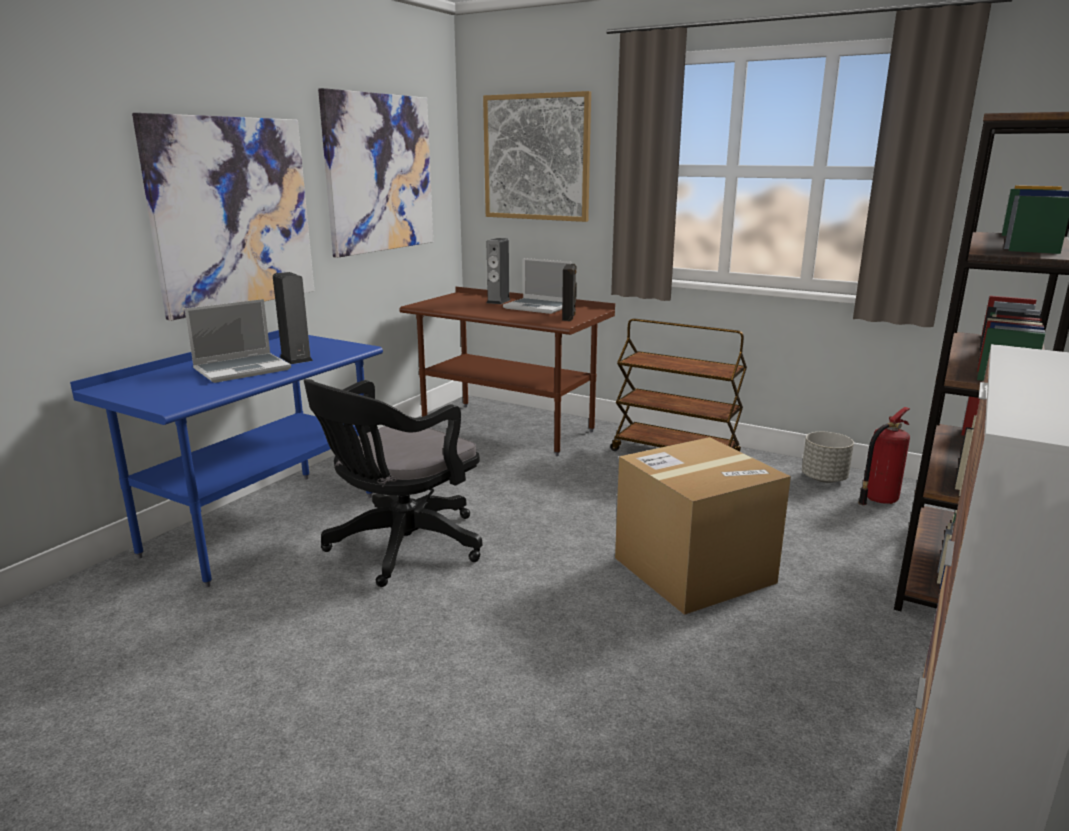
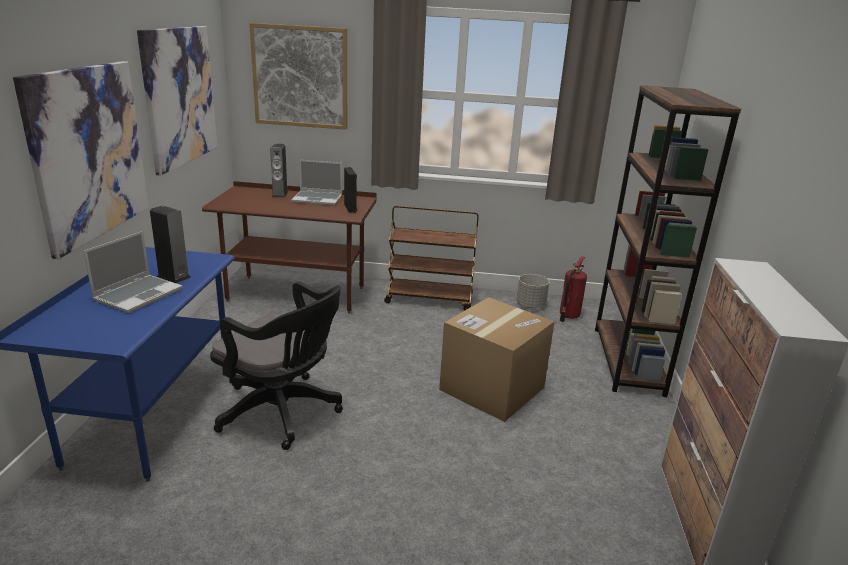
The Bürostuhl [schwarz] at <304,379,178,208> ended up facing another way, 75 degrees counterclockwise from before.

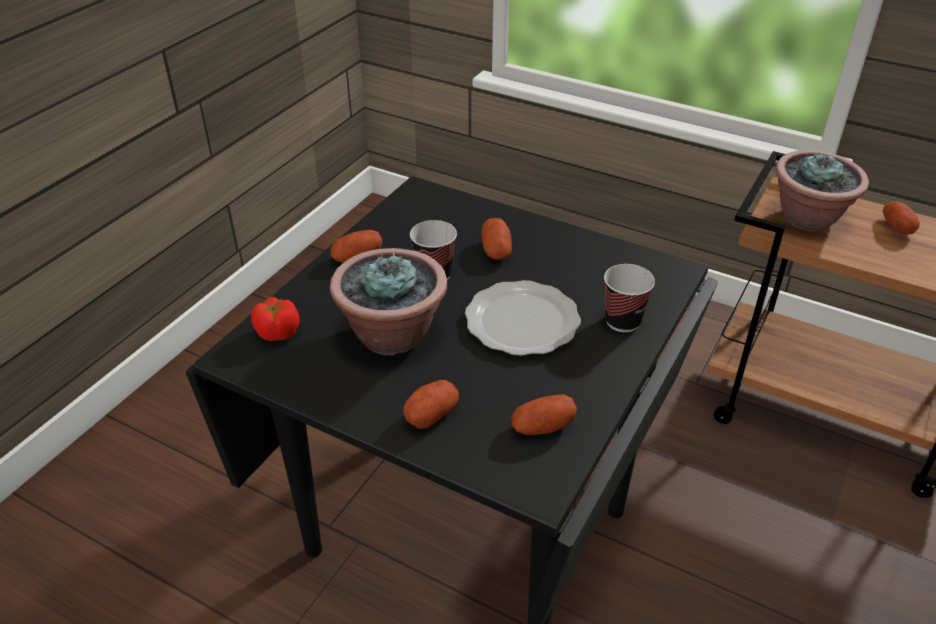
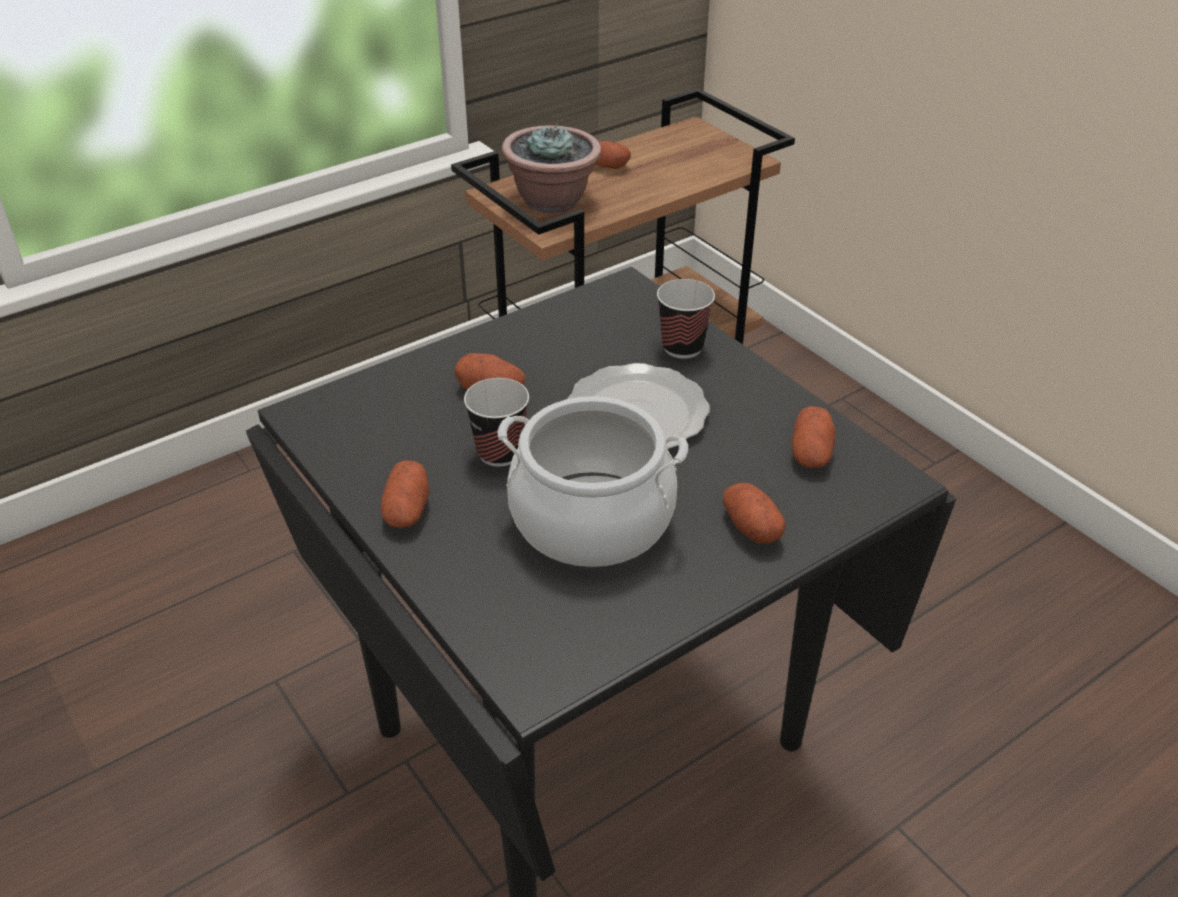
The second view lost the Tomate at <251,296,49,45>. Where the Topfpflanze stood at <330,248,117,107>, the Kochtopf came to stand at <497,396,191,171>.

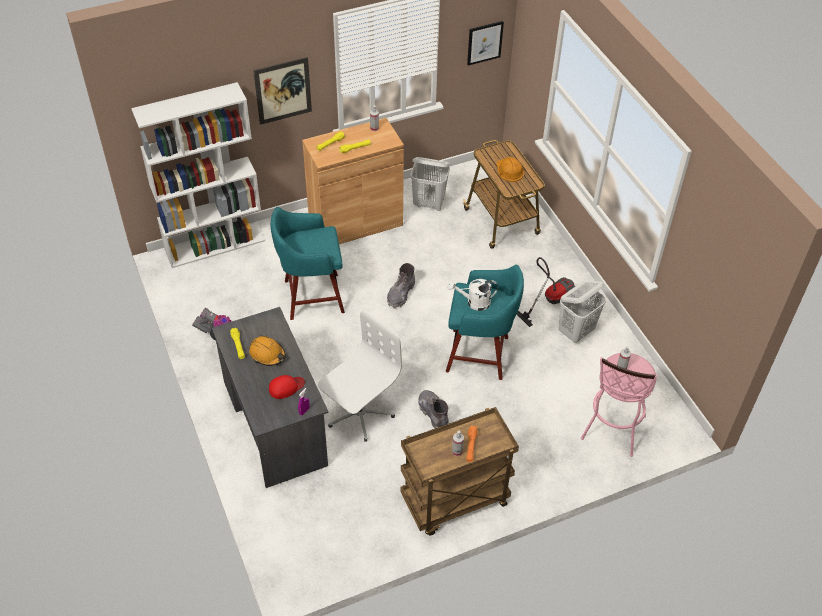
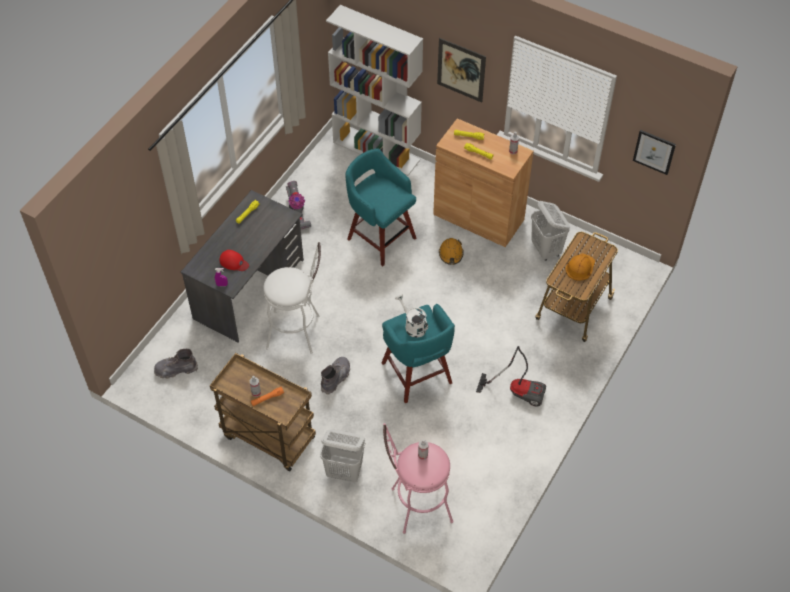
The Schutzhelm [orange] ended up elsewhere, having gone from <249,335,37,31> to <439,238,25,27>. Where the Bürostuhl [weiß] stood at <318,310,84,132>, the Hocker [weiß] came to stand at <263,241,58,113>. The Stiefel [grau] ended up elsewhere, having gone from <387,263,28,45> to <154,349,44,30>. The Wäschekorb [weiß] ended up elsewhere, having gone from <559,280,47,63> to <320,429,45,53>.

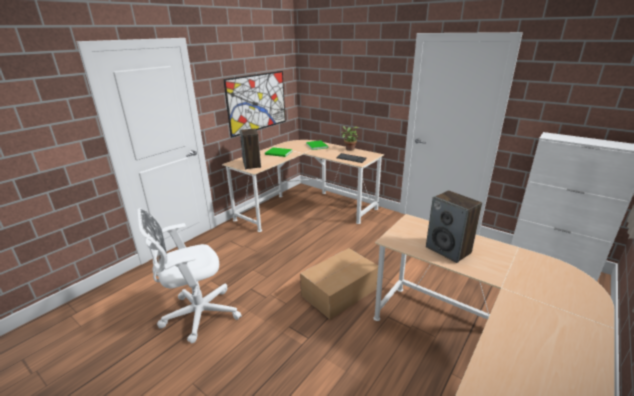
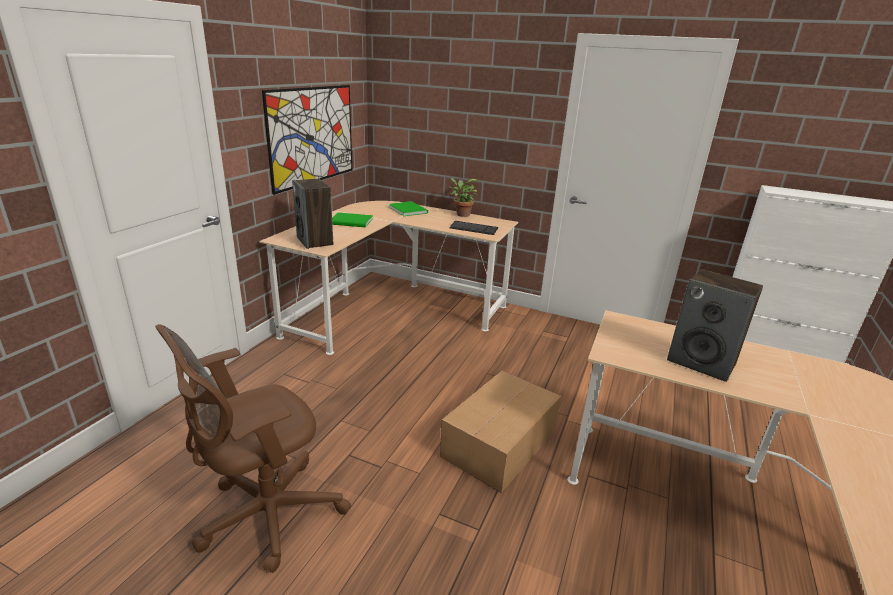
What was the Bürostuhl [weiß] at <138,208,104,135> turned into the Bürostuhl [braun] at <155,324,196,249>.

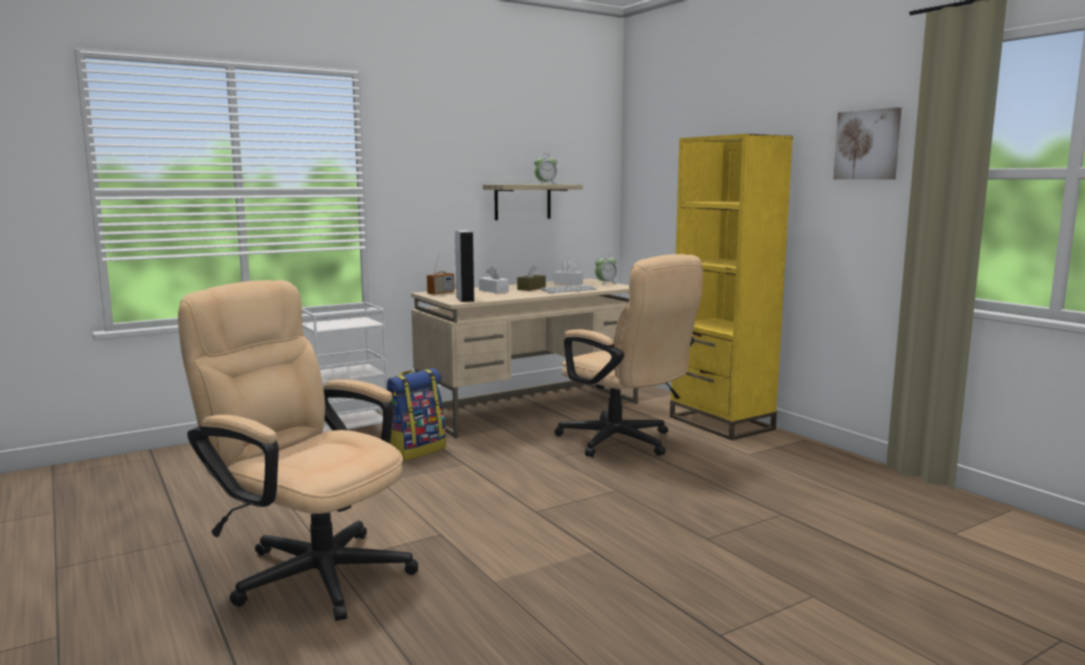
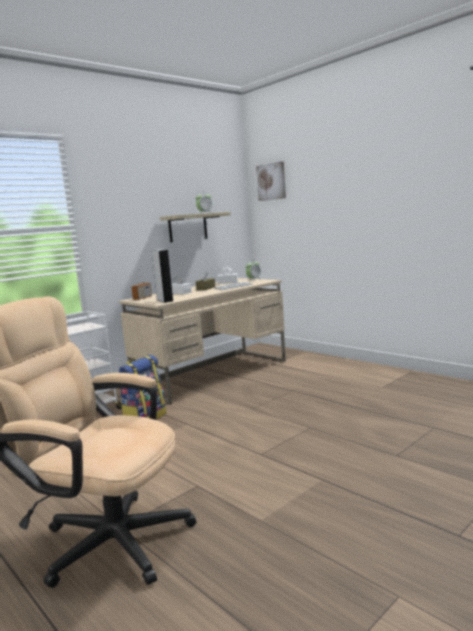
The second view lost the Bürostuhl [beige] at <554,254,149,203>. The second view lost the Bücherregal [gelb] at <670,134,123,306>. The Bild ended up elsewhere, having gone from <833,107,69,73> to <256,161,30,40>.

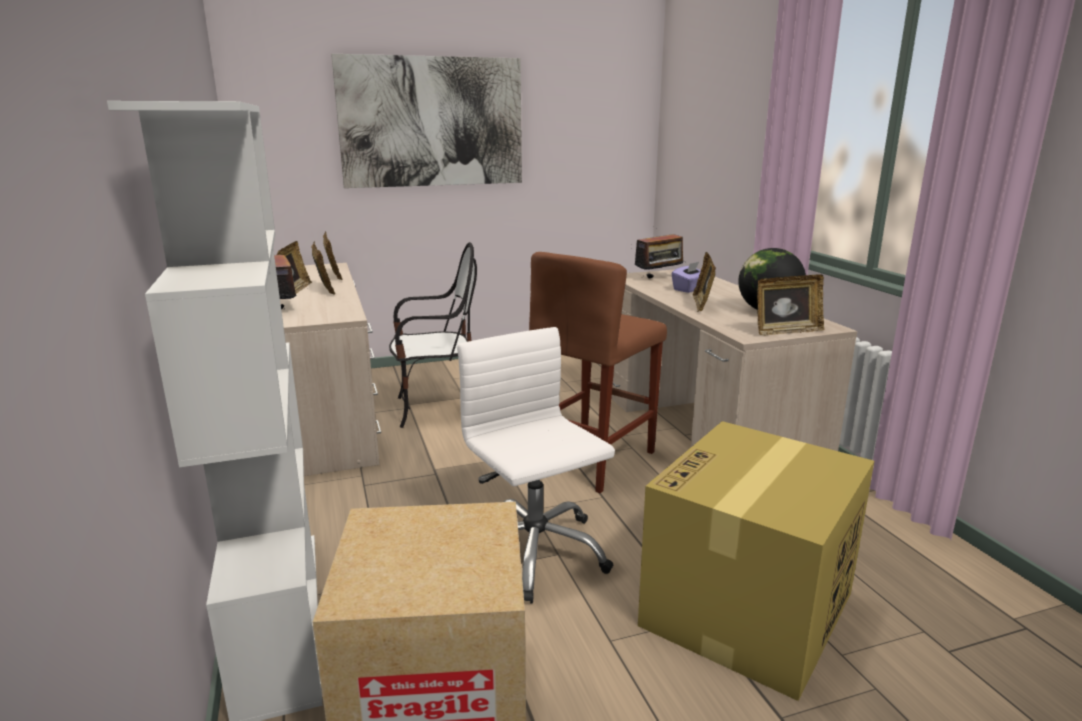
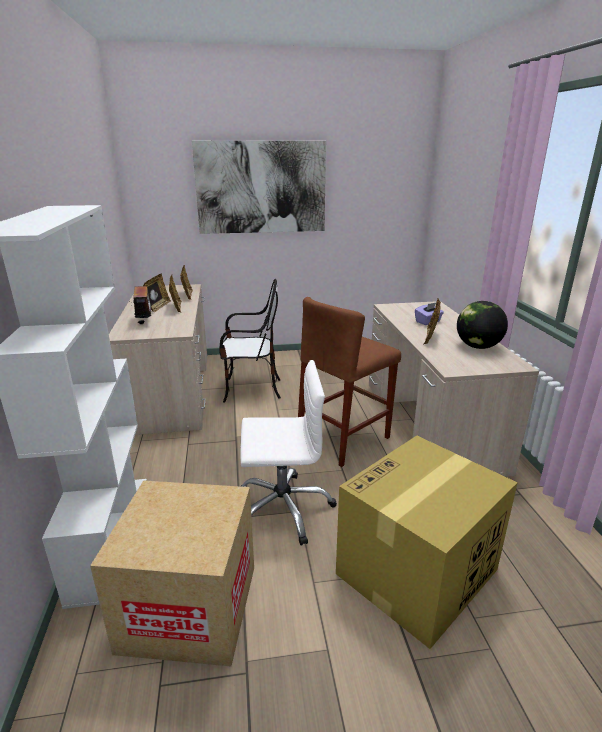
The Bürostuhl [weiß] at <457,327,158,276> ended up facing another way, 105 degrees clockwise from before. The second view lost the Radio at <635,227,48,51>. The second view lost the Bilderrahmen at <757,274,67,61>.

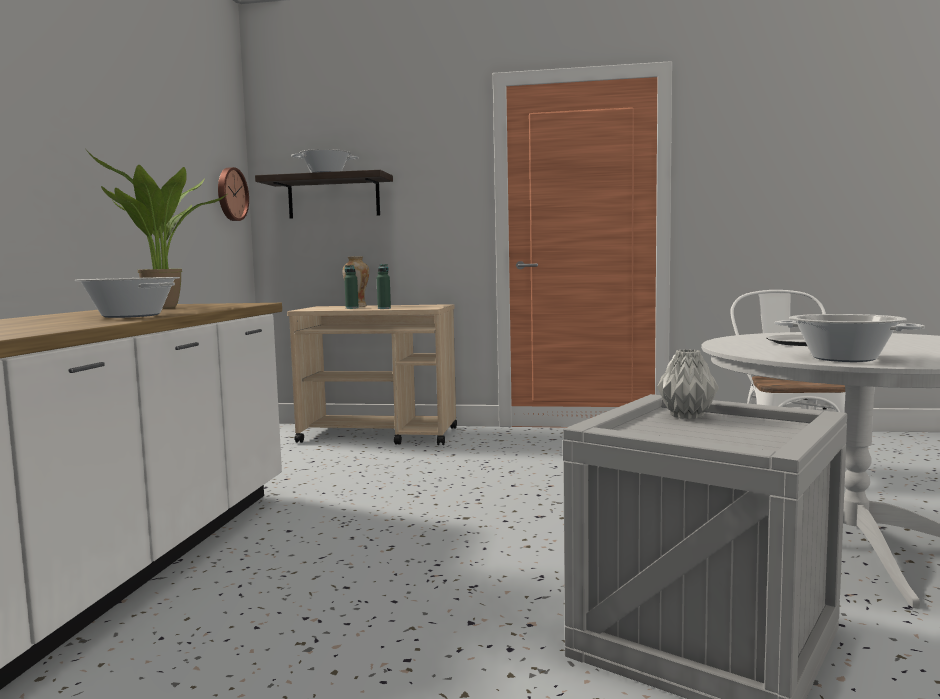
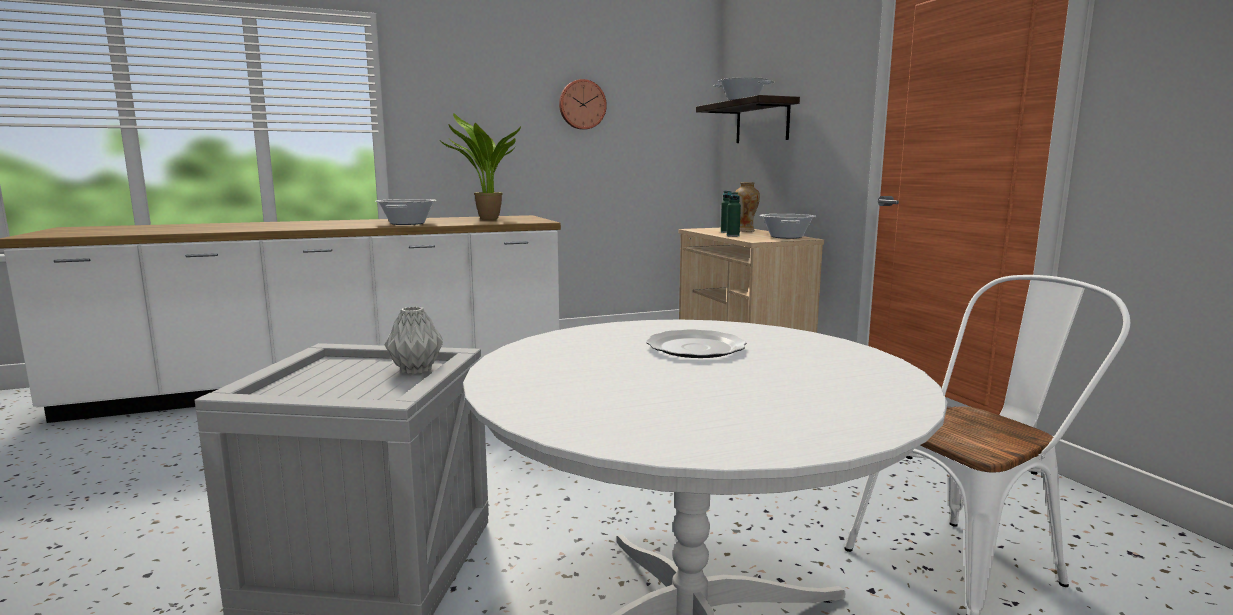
The Wanduhr ended up elsewhere, having gone from <218,167,31,54> to <559,79,48,51>. The Kochtopf ended up elsewhere, having gone from <775,314,150,48> to <760,214,56,25>.

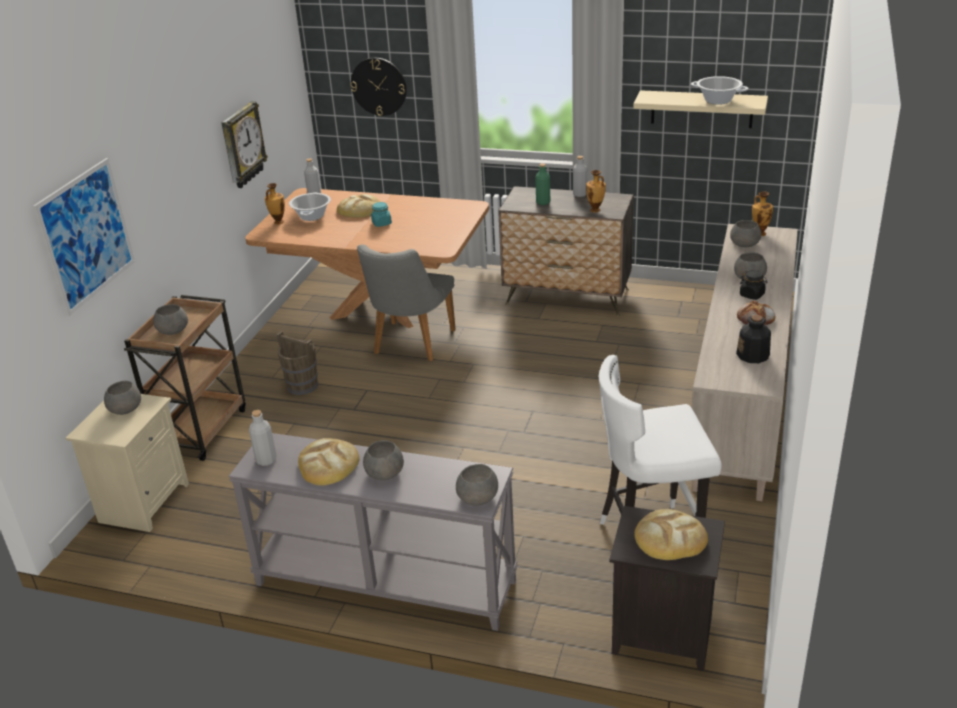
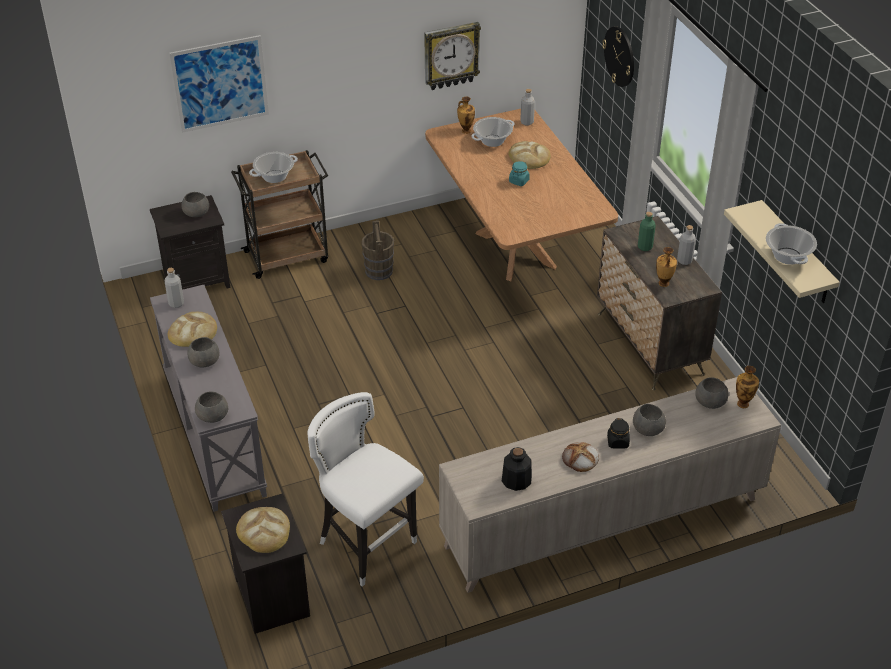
What was the Nachttisch [beige] at <65,394,124,138> turned into the Nachttisch [schwarz] at <150,195,80,95>. Where the Schüssel [grau] stood at <153,304,35,31>, the Kochtopf came to stand at <249,152,49,31>. The second view lost the Stuhl [grau] at <357,244,99,117>.

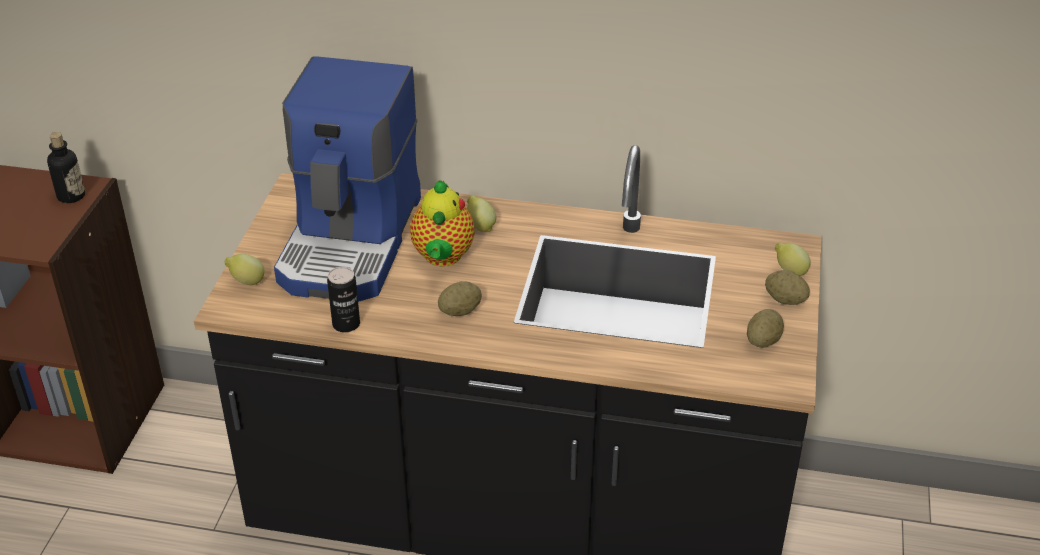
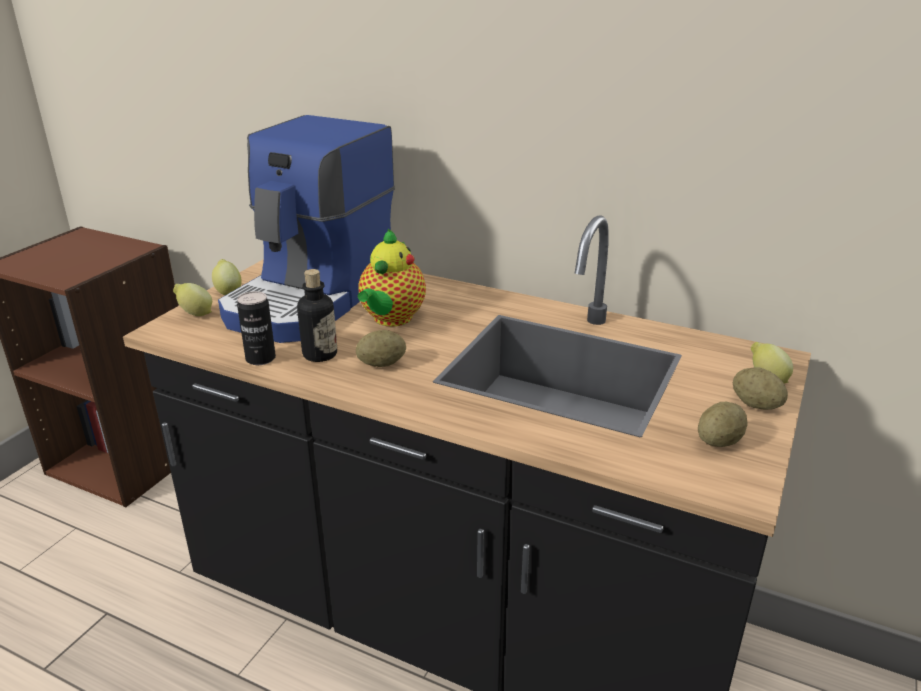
The Flasche ended up elsewhere, having gone from <47,132,38,71> to <297,269,40,93>. The Zitrone ended up elsewhere, having gone from <467,195,29,37> to <212,259,30,36>.

